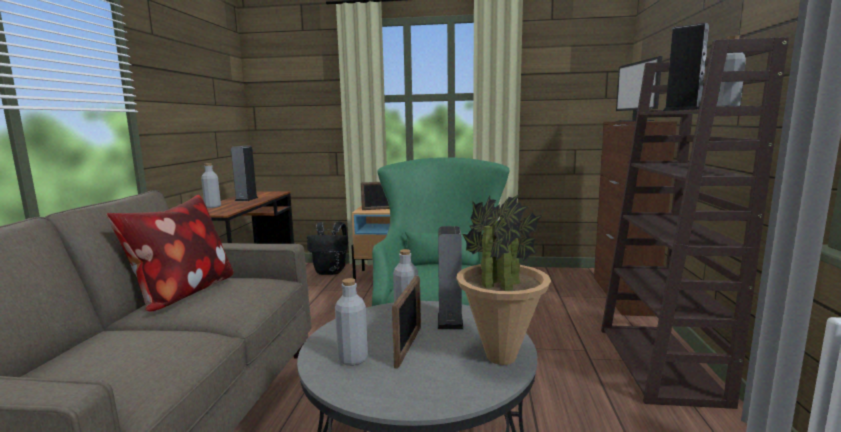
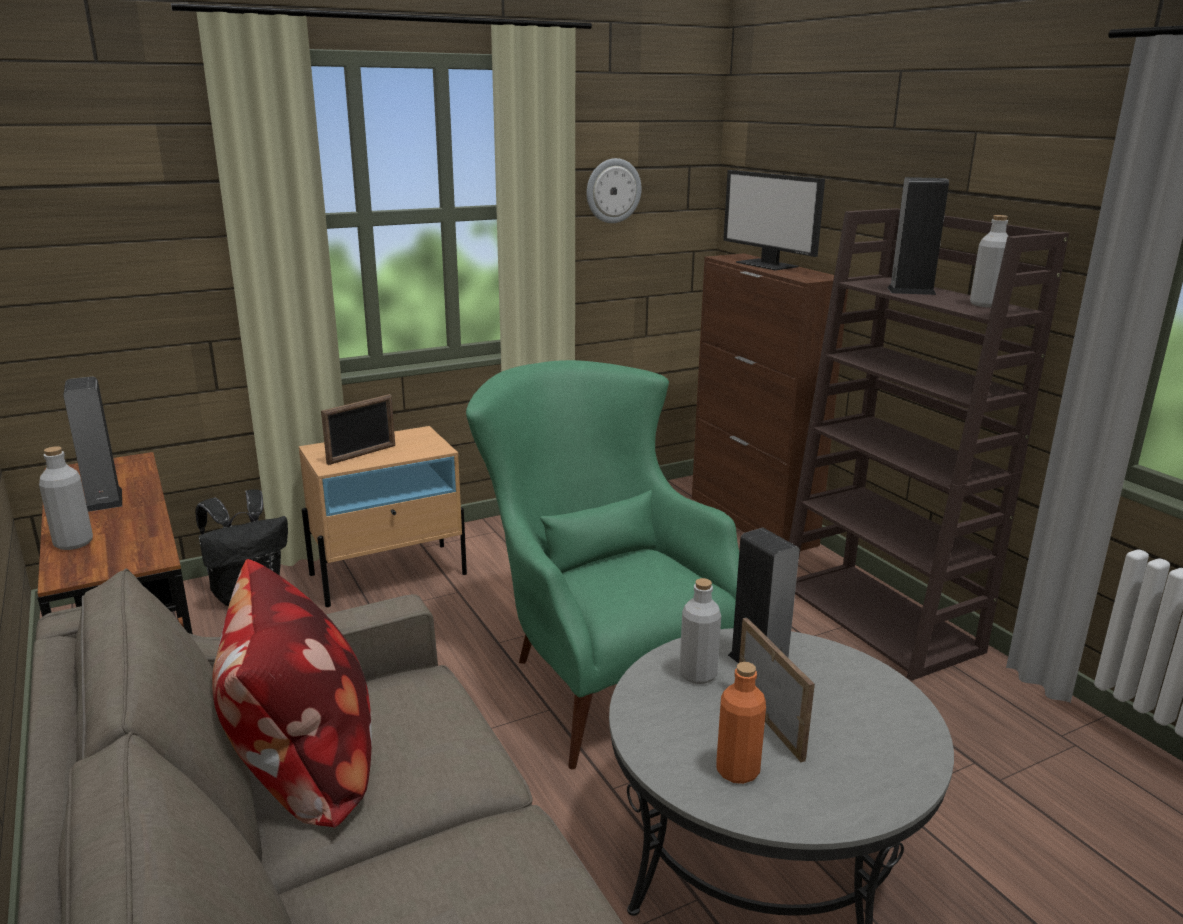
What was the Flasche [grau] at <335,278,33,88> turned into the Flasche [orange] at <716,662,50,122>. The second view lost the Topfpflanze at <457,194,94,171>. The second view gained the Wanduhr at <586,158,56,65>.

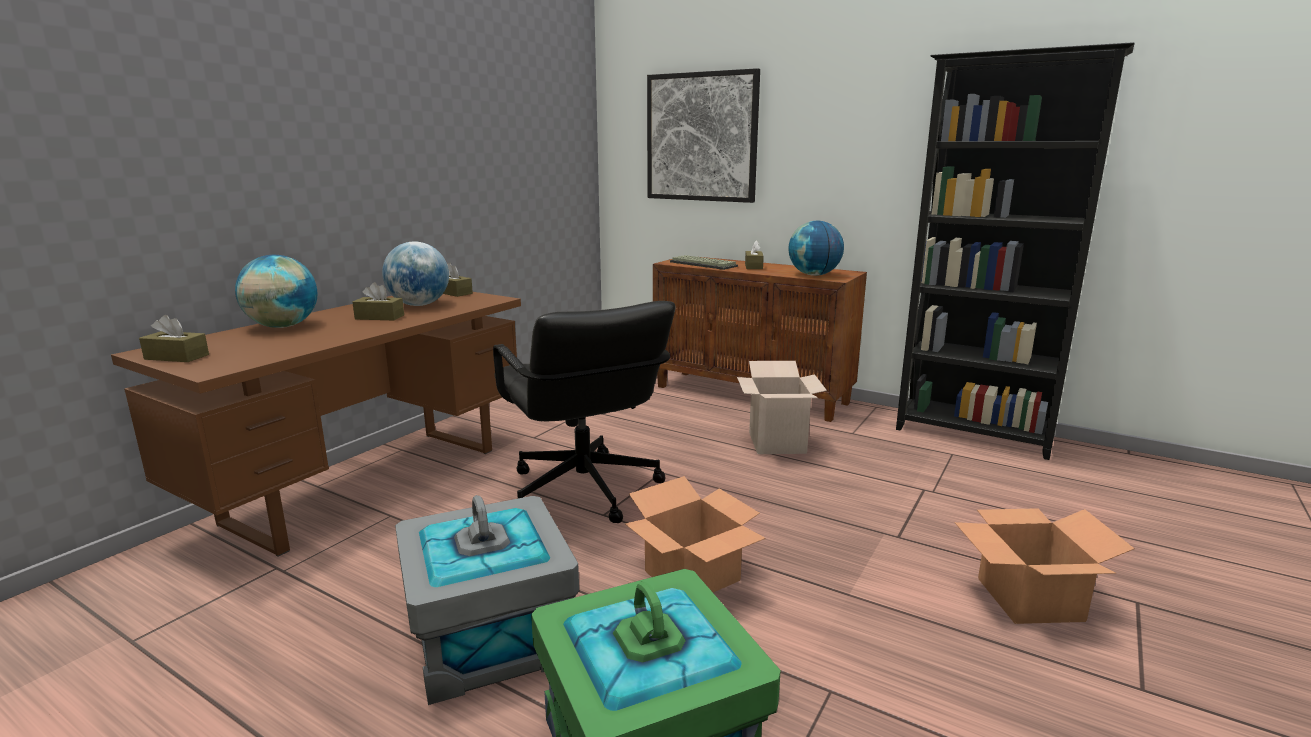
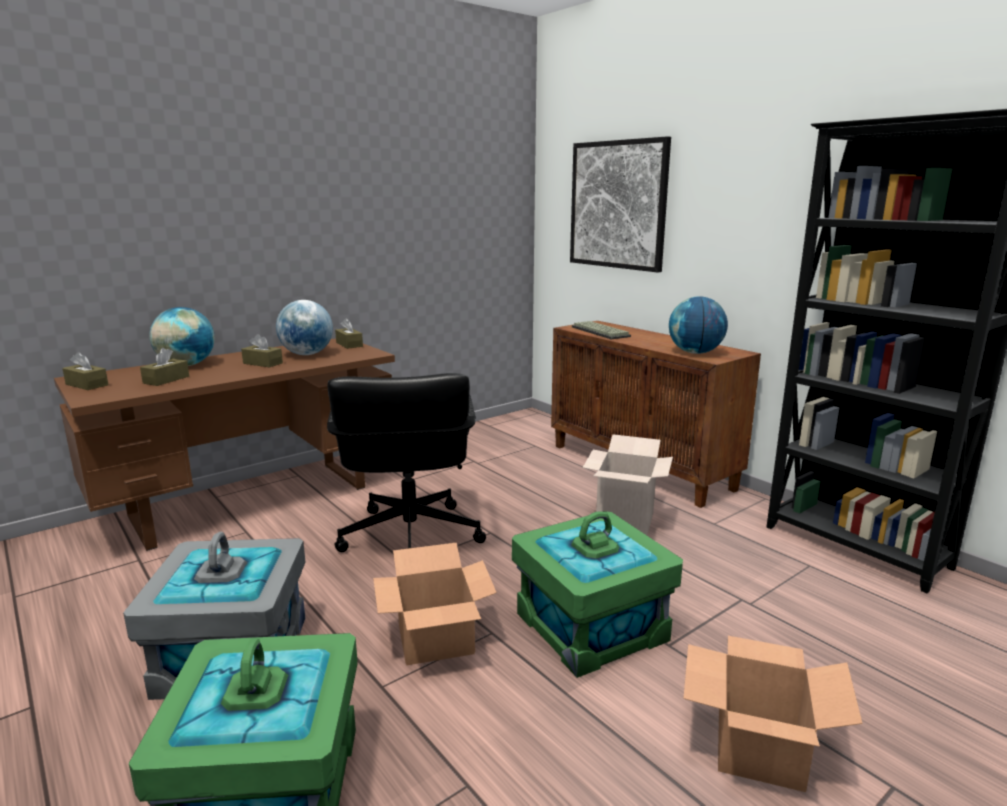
The Taschentuchbox [braun] ended up elsewhere, having gone from <745,240,19,29> to <140,348,49,38>. The second view gained the Aufbewahrungsbox [grün] at <512,511,171,167>.

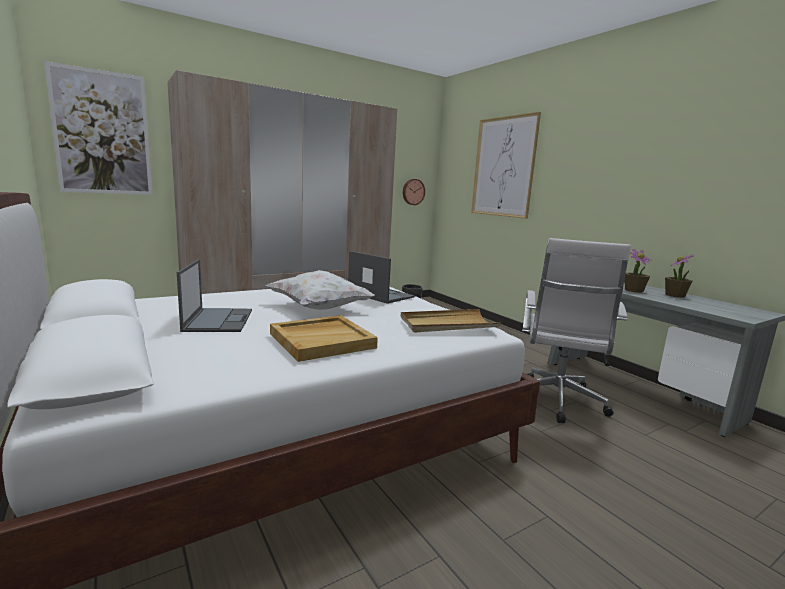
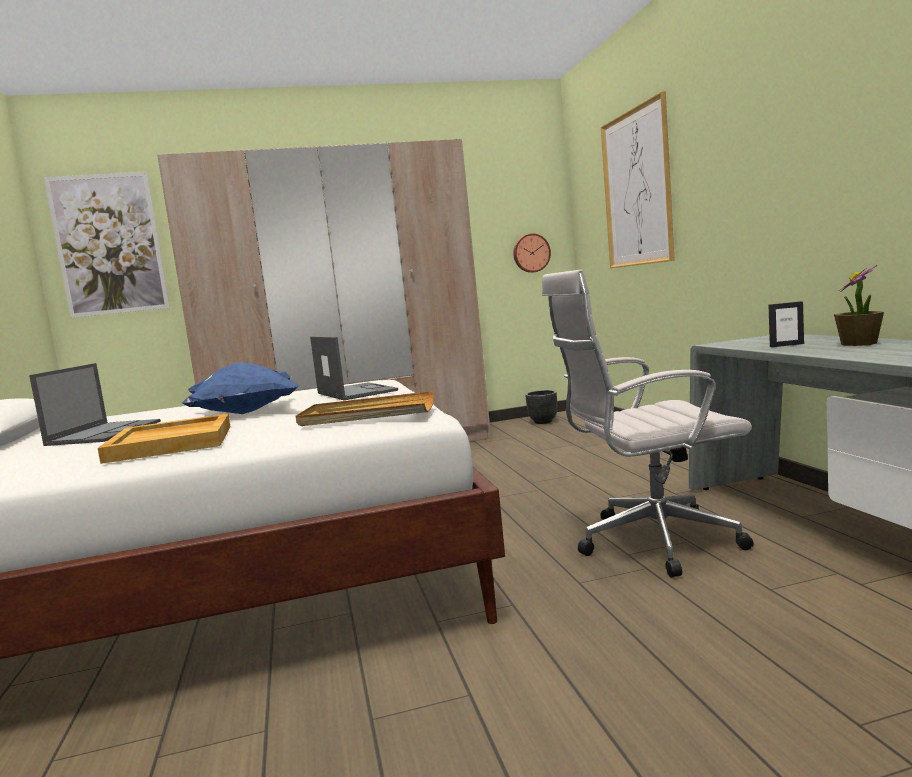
What was the Kissen [weiß] at <266,270,109,40> turned into the Kissen [blau] at <182,362,118,52>. The Bürostuhl [weiß] at <522,238,108,185> ended up facing another way, 45 degrees clockwise from before. Where the Topfpflanze stood at <624,249,28,44>, the Bilderrahmen came to stand at <768,301,36,46>.

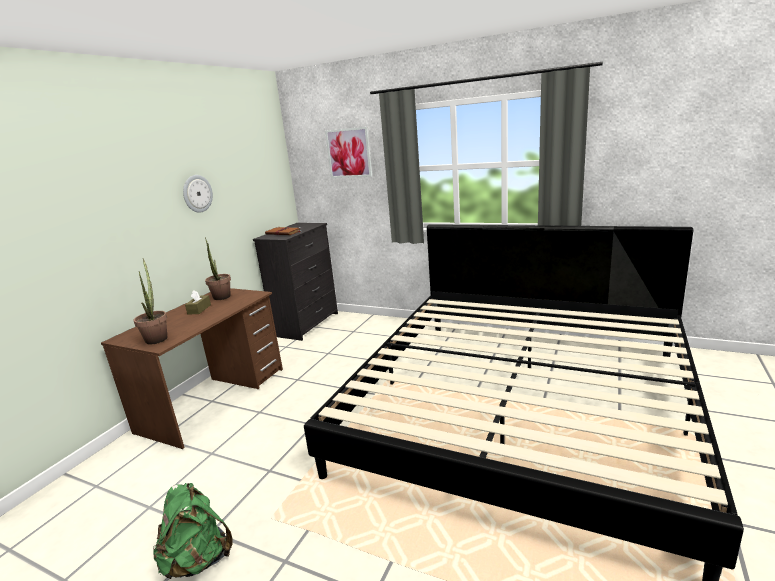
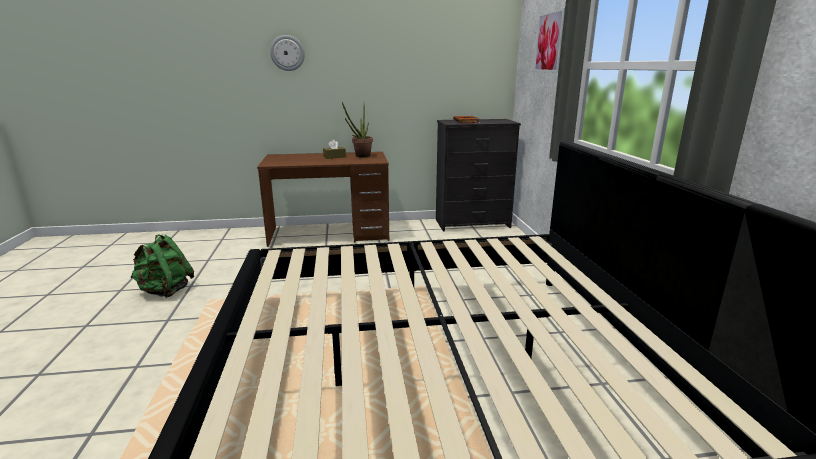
The second view lost the Topfpflanze at <134,258,33,87>. The Wanduhr ended up elsewhere, having gone from <183,175,30,38> to <270,35,35,36>.

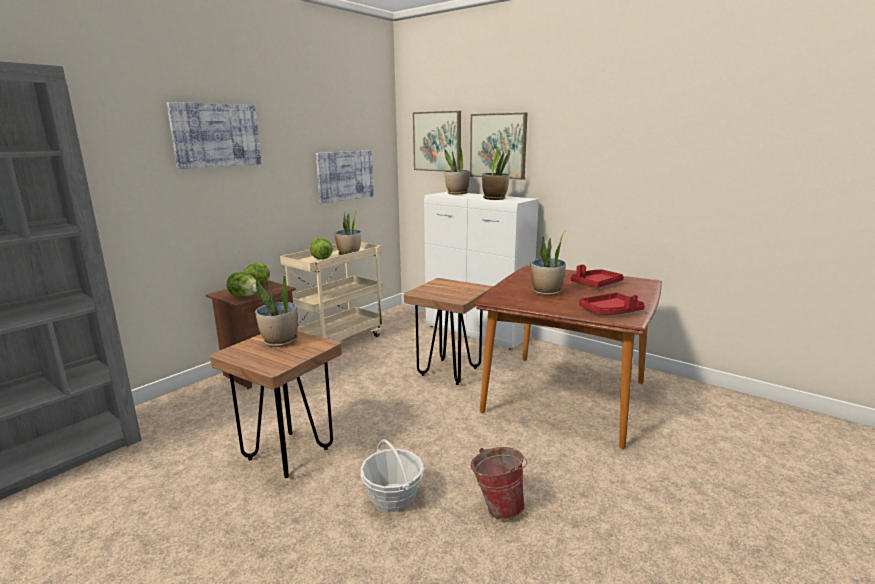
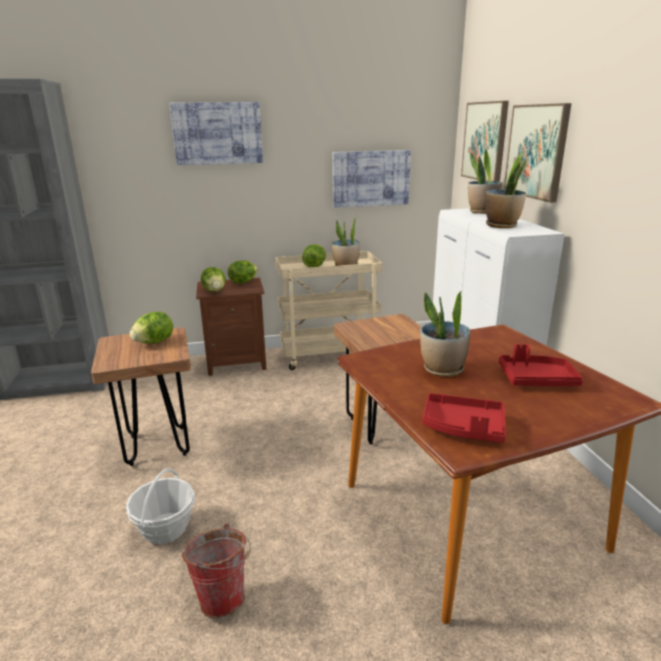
Where the Topfpflanze stood at <255,273,43,74>, the Salatkopf came to stand at <130,312,43,32>.

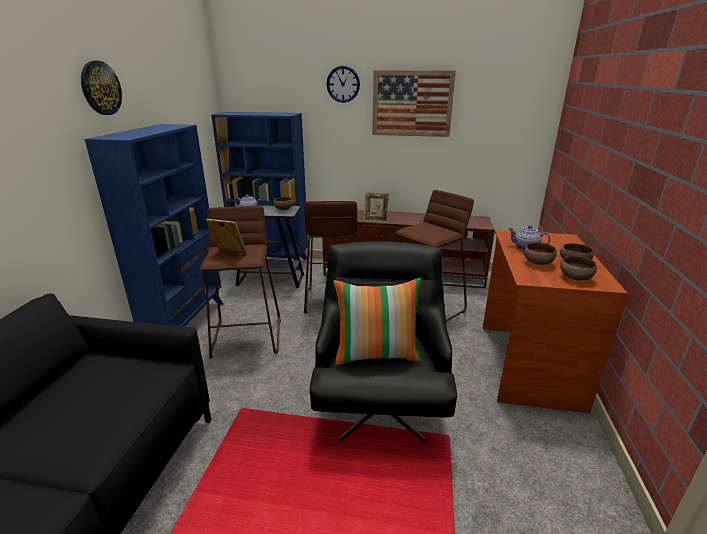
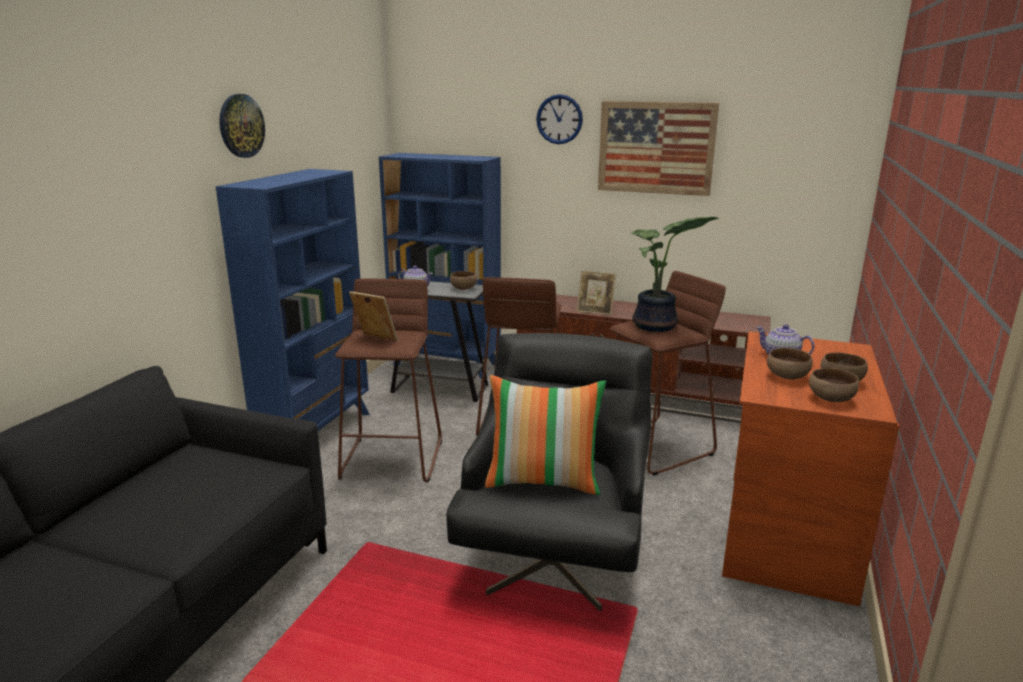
The second view gained the Topfpflanze at <631,217,88,115>.

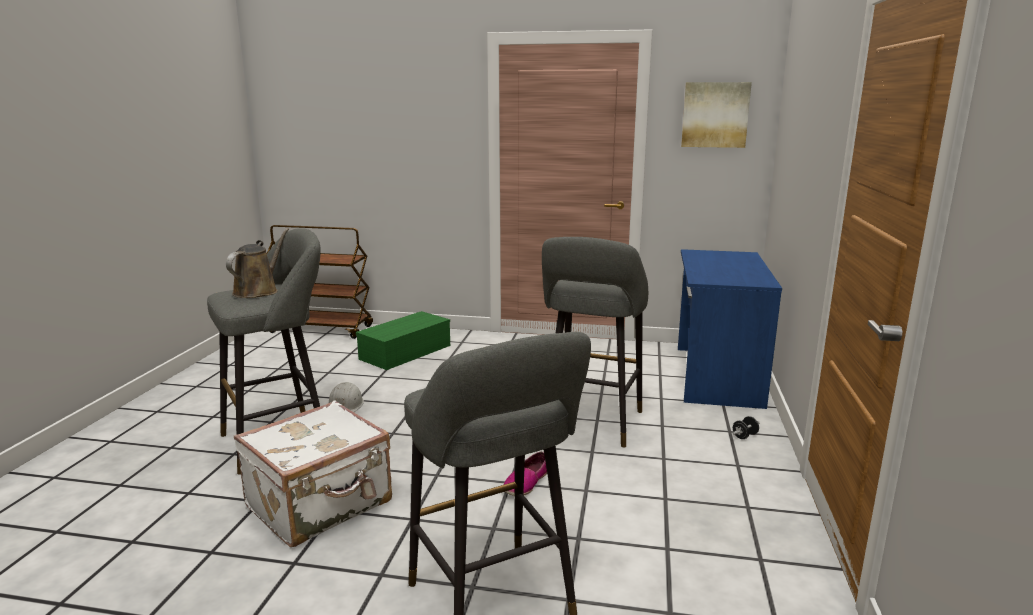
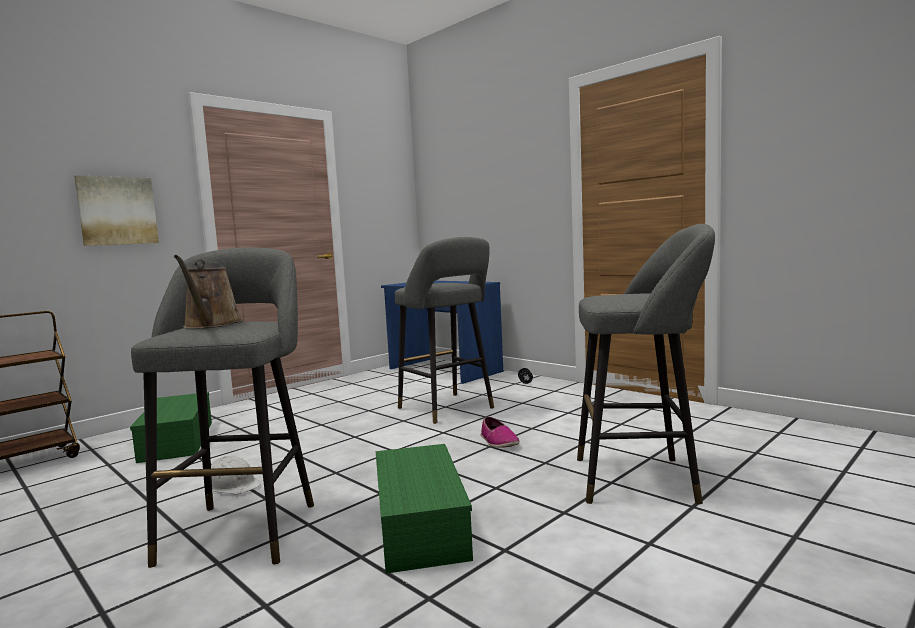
The Gießkanne [braun] at <226,228,63,70> ended up facing another way, 150 degrees counterclockwise from before. Where the Koffer [weiß] stood at <234,400,158,147>, the Aufbewahrungsbox [grün] came to stand at <376,444,97,130>. The Bild ended up elsewhere, having gone from <681,82,71,66> to <74,175,85,71>.

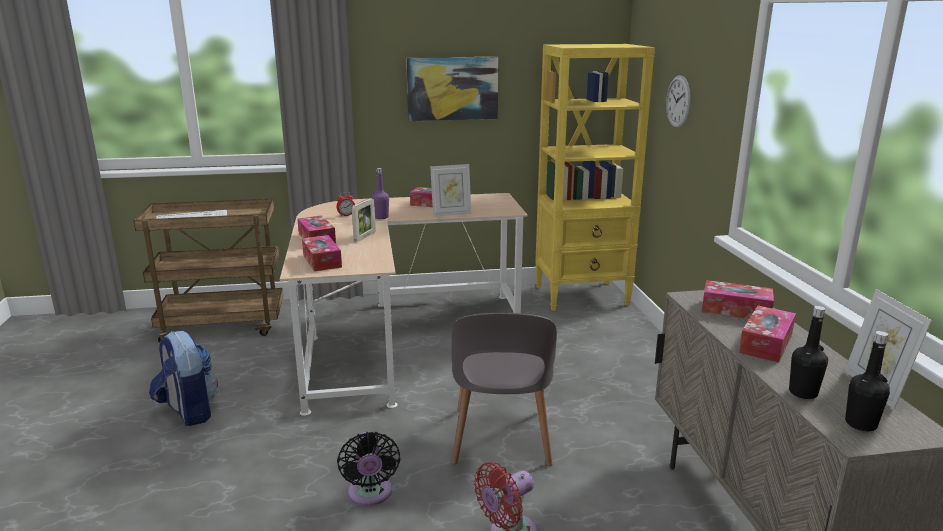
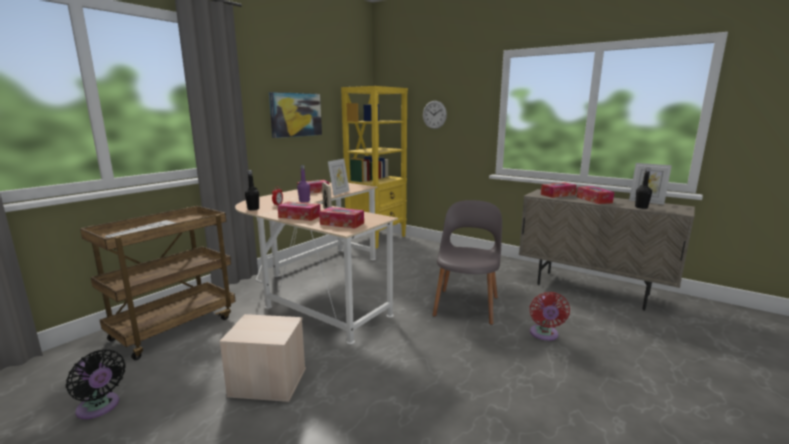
Where the Rucksack stood at <149,331,69,95>, the Aufbewahrungsbox [beige] came to stand at <219,314,87,88>. The Ventilator [schwarz] ended up elsewhere, having gone from <337,431,63,75> to <66,350,59,69>. The Stuhl [grau] at <452,313,105,153> ended up facing another way, 120 degrees counterclockwise from before. The Flasche [schwarz] ended up elsewhere, having gone from <845,331,45,101> to <245,170,14,41>.

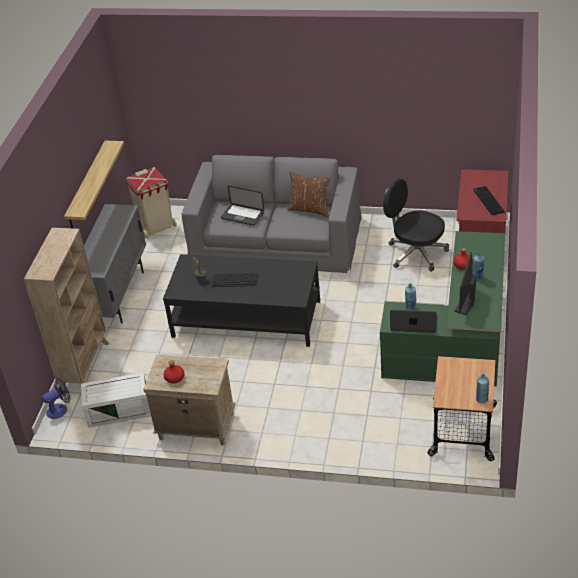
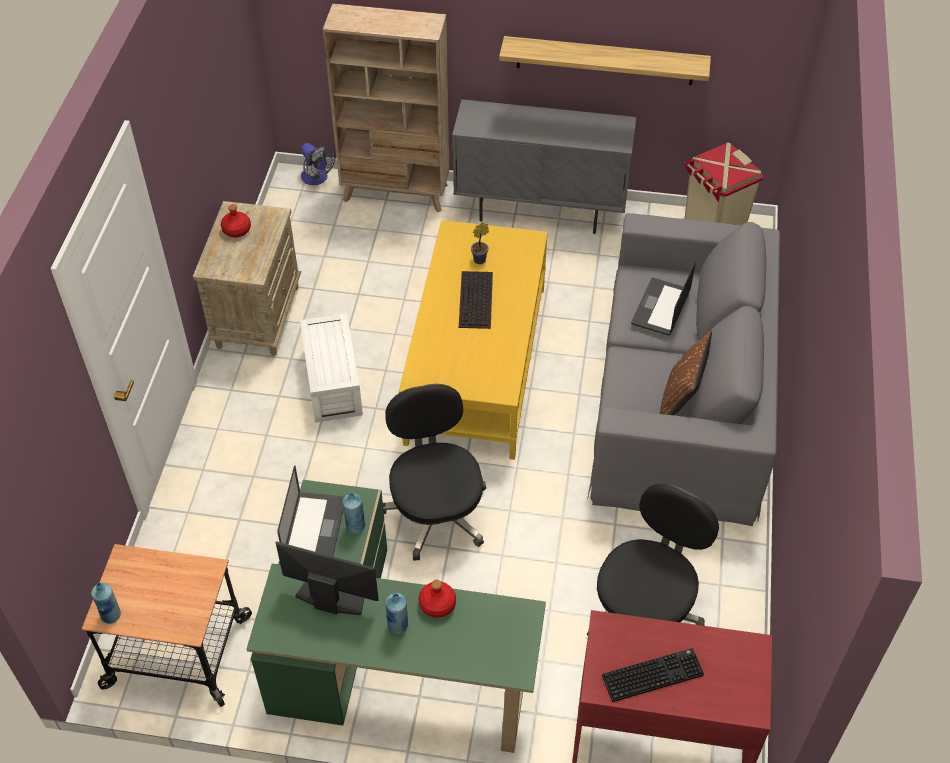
The Aufbewahrungsbox [weiß] ended up elsewhere, having gone from <81,372,70,56> to <300,313,63,110>. What was the Couchtisch [schwarz] at <163,254,157,93> turned into the Couchtisch [gelb] at <399,220,149,240>. The second view gained the Bürostuhl [schwarz] at <383,384,103,177>.

